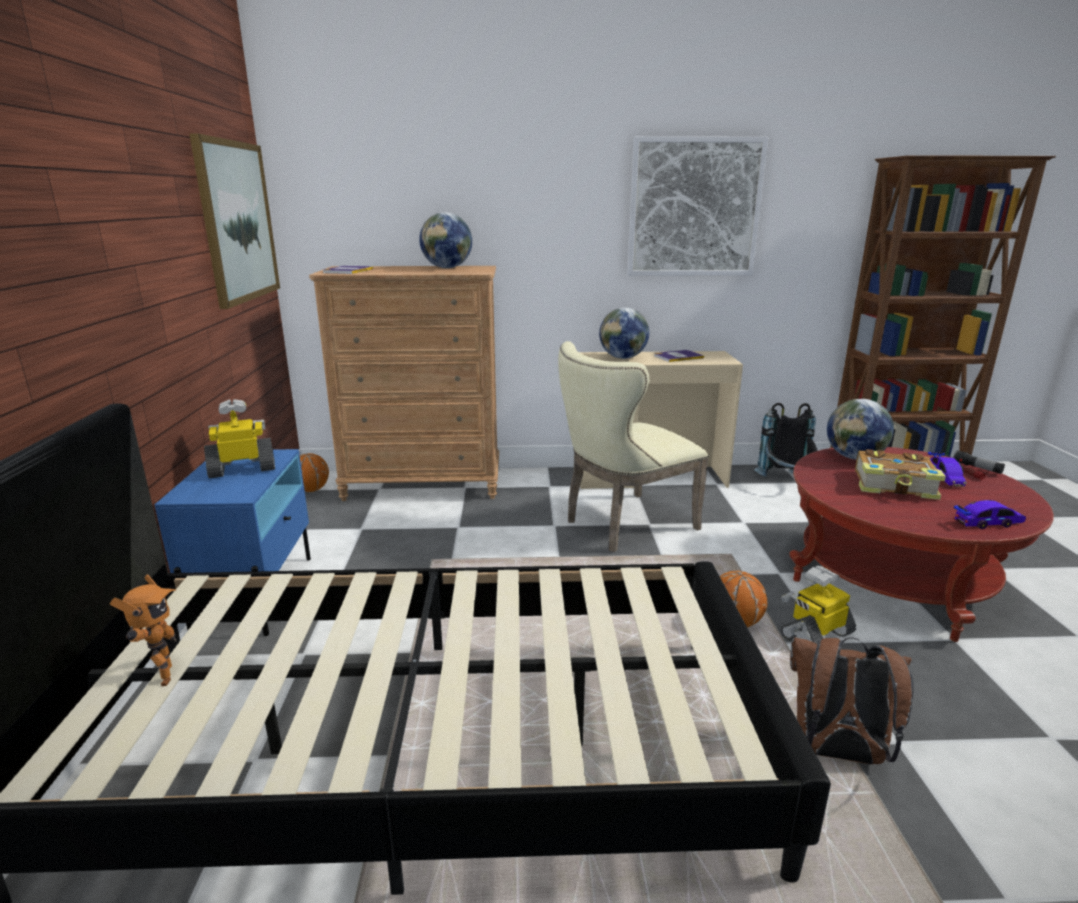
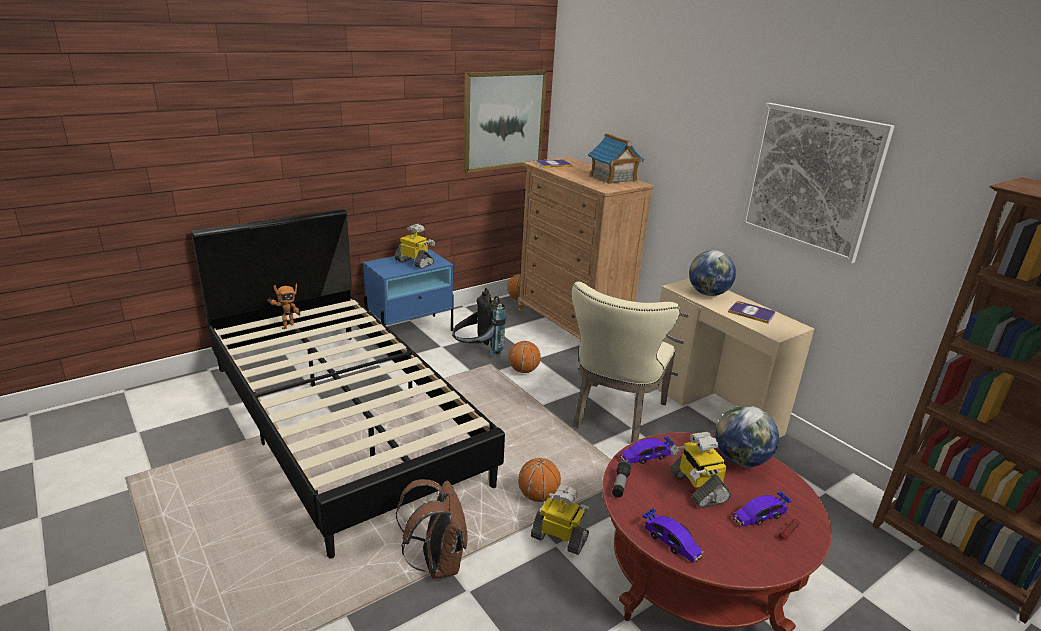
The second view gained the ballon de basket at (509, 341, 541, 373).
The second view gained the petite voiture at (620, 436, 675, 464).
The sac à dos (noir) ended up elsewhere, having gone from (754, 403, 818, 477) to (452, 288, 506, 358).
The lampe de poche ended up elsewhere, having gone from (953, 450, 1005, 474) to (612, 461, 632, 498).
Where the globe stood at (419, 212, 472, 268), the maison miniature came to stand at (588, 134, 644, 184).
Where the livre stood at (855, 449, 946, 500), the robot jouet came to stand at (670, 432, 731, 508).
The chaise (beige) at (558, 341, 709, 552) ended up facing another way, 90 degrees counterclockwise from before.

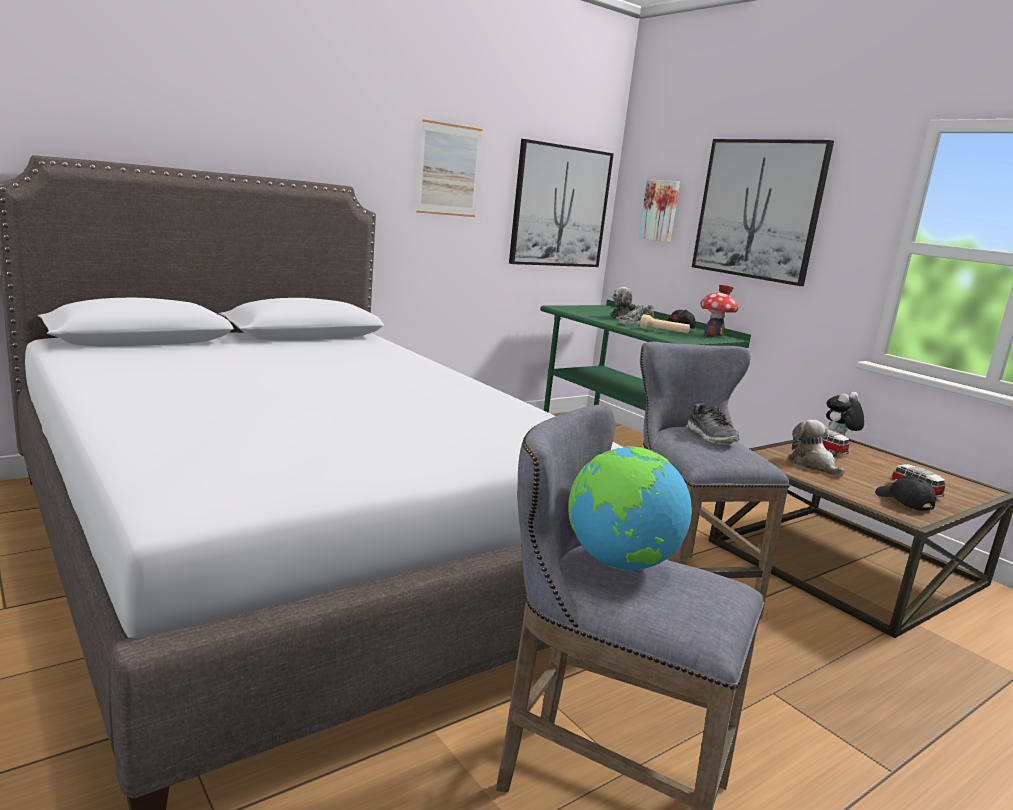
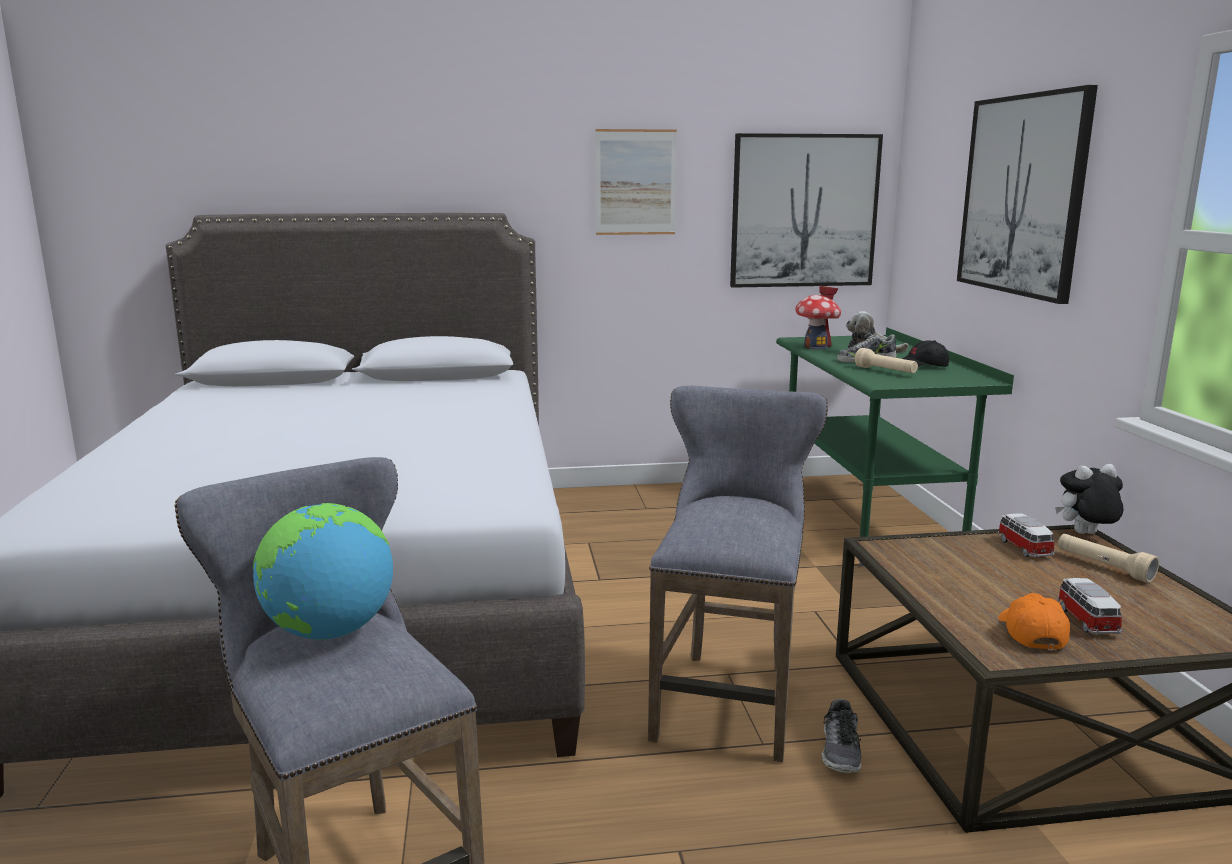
The second view lost the tableau at (639, 179, 680, 242).
The second view lost the peluche at (788, 420, 845, 477).
The second view gained the lampe de poche (beige) at (1058, 534, 1159, 583).
The chaussure ended up elsewhere, having gone from (686, 403, 740, 445) to (821, 699, 862, 773).
The maison miniature ended up elsewhere, having gone from (701, 285, 739, 338) to (795, 285, 841, 350).
What was the casquette (noir) at (875, 476, 936, 511) turned into the casquette (orange) at (998, 593, 1070, 650).

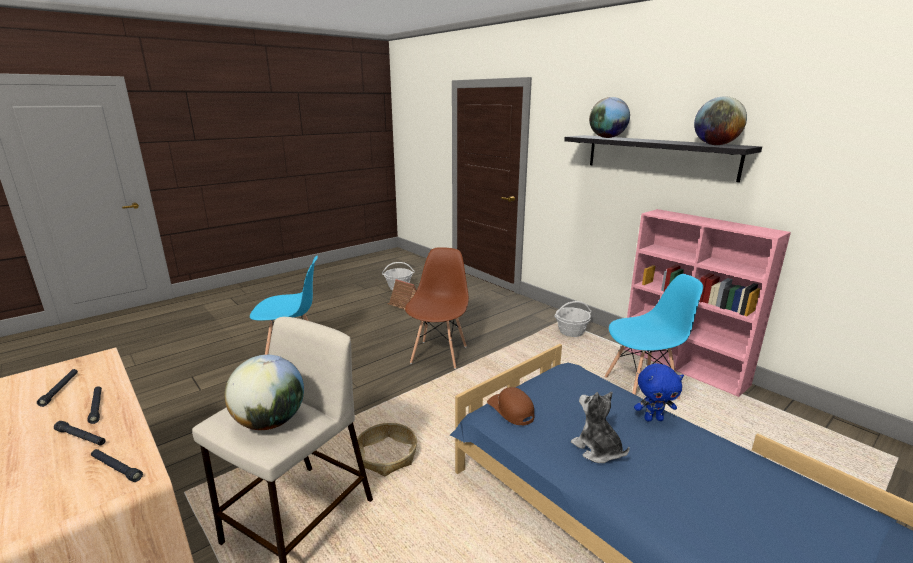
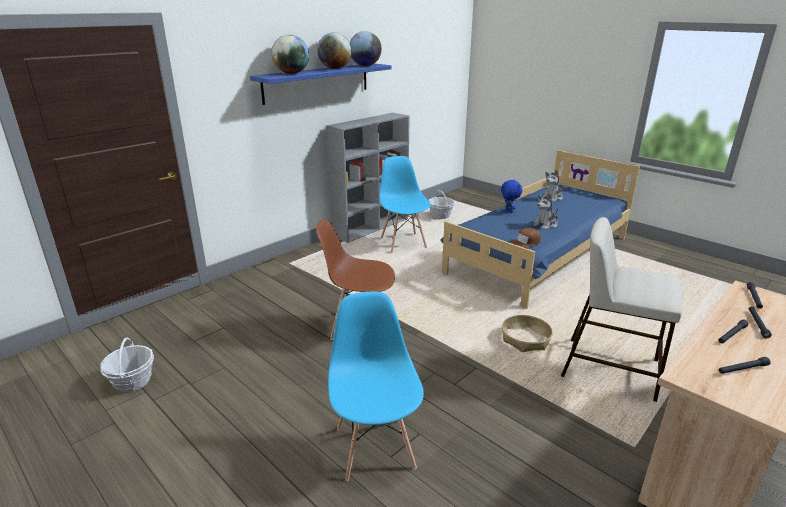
The second view lost the maison miniature at (387, 279, 417, 310).
The second view gained the peluche at (543, 170, 563, 202).
The globe ended up elsewhere, having gone from (225, 355, 304, 430) to (317, 32, 352, 69).
The panier ended up elsewhere, having gone from (555, 301, 591, 337) to (428, 190, 455, 219).
What was the étagère (noir) at (564, 135, 762, 182) turned into the étagère (bleu) at (250, 63, 392, 105).
What was the bibliothèque (rose) at (624, 209, 791, 397) turned into the bibliothèque (gris) at (327, 113, 410, 243).

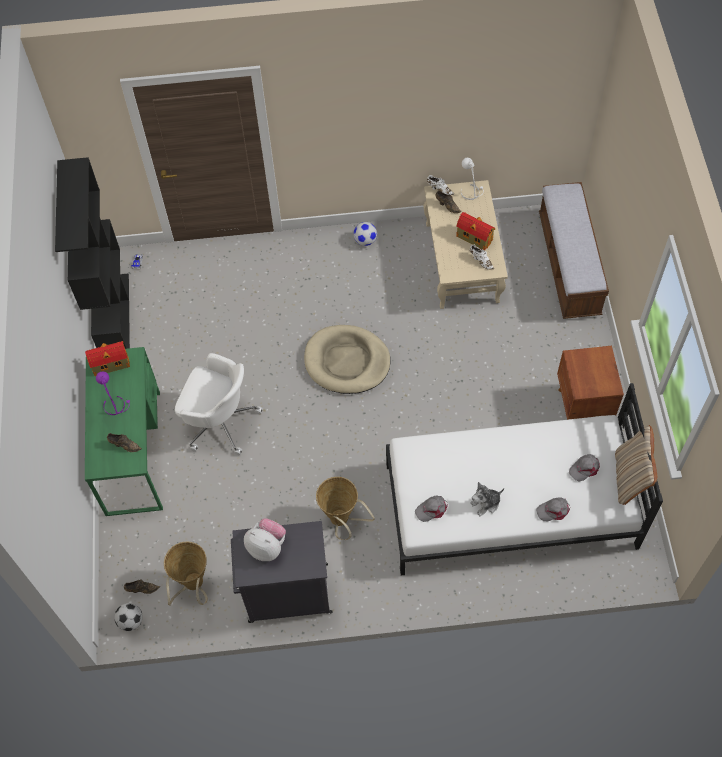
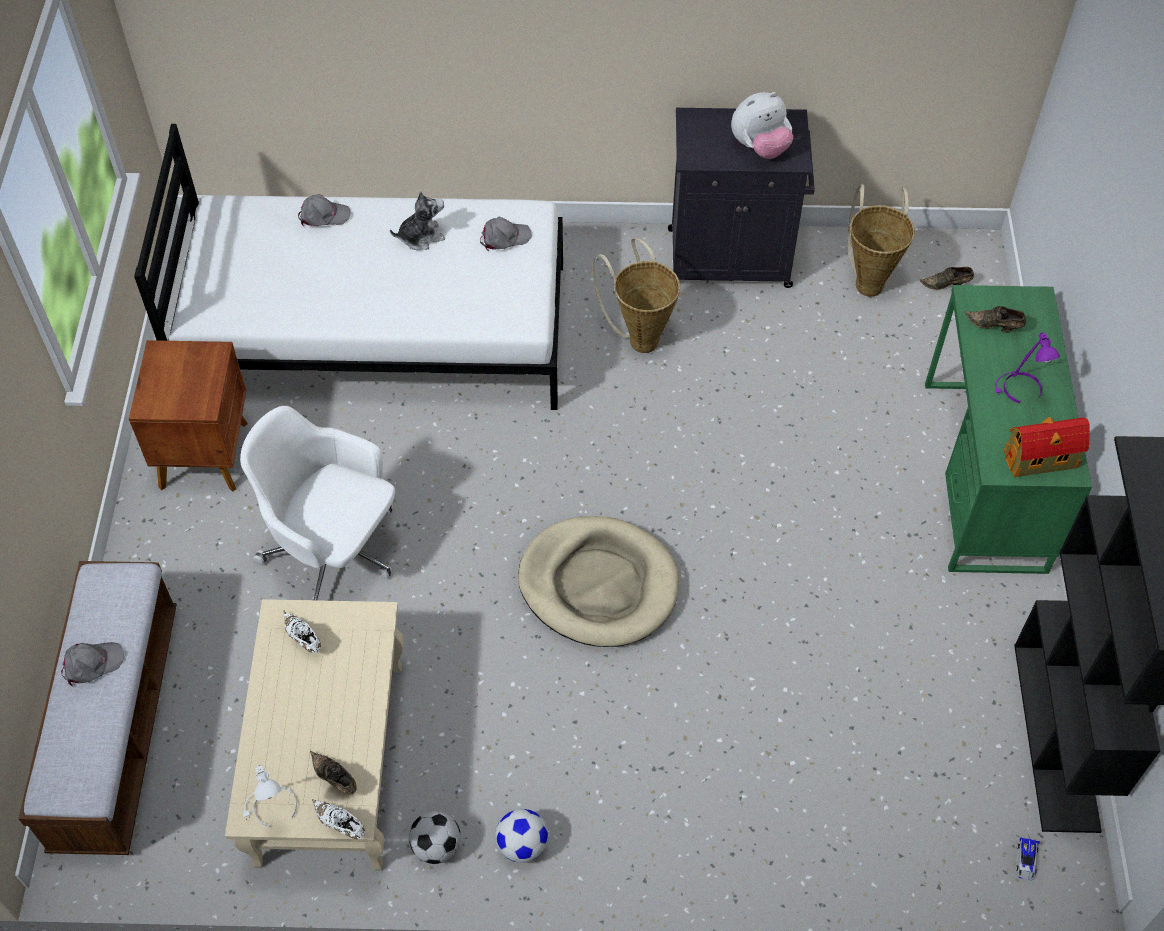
The second view lost the maison miniature at (456, 212, 495, 250).
The second view lost the coussin (beige) at (615, 425, 657, 505).
The ballon de foot ended up elsewhere, having gone from (114, 603, 143, 631) to (409, 811, 461, 864).
The chaise de bureau (blanc) ended up elsewhere, having gone from (175, 353, 263, 455) to (240, 406, 395, 600).
The casquette (gris) ended up elsewhere, having gone from (569, 454, 600, 482) to (61, 642, 124, 686).
The peluche at (244, 518, 286, 561) ended up facing another way, 60 degrees counterclockwise from before.

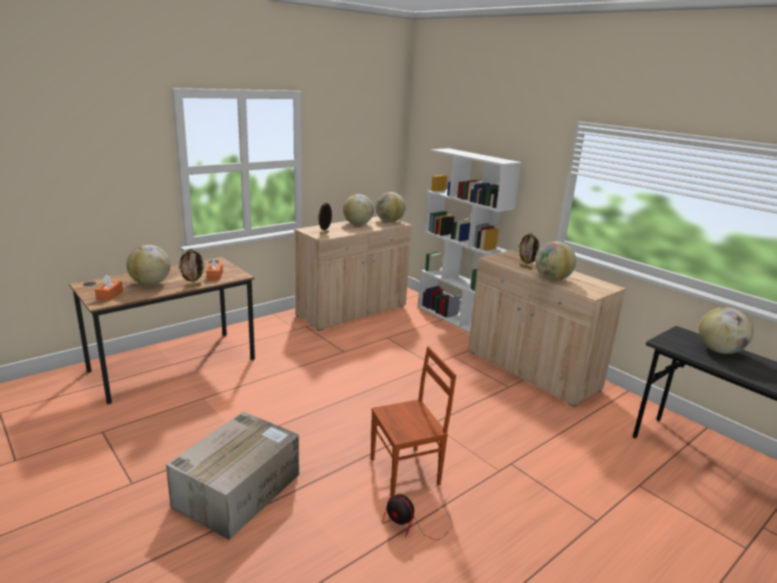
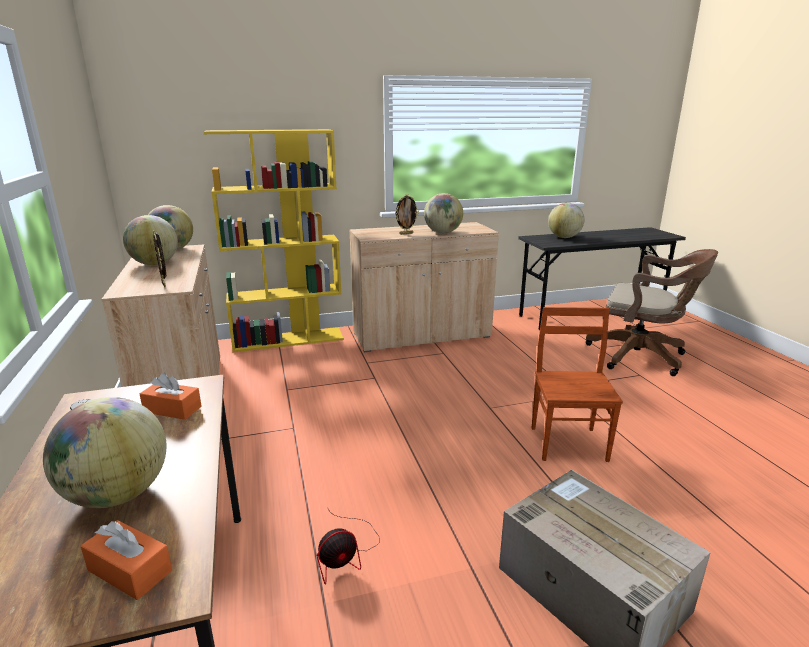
The second view lost the cadre photo at (178, 248, 205, 288).
The second view gained the chaise de bureau (marron) at (586, 249, 718, 376).
The ventilateur ended up elsewhere, having gone from (382, 494, 452, 540) to (317, 507, 380, 585).
What was the bibliothèque (blanc) at (418, 148, 522, 333) turned into the bibliothèque (jaune) at (204, 129, 344, 352).

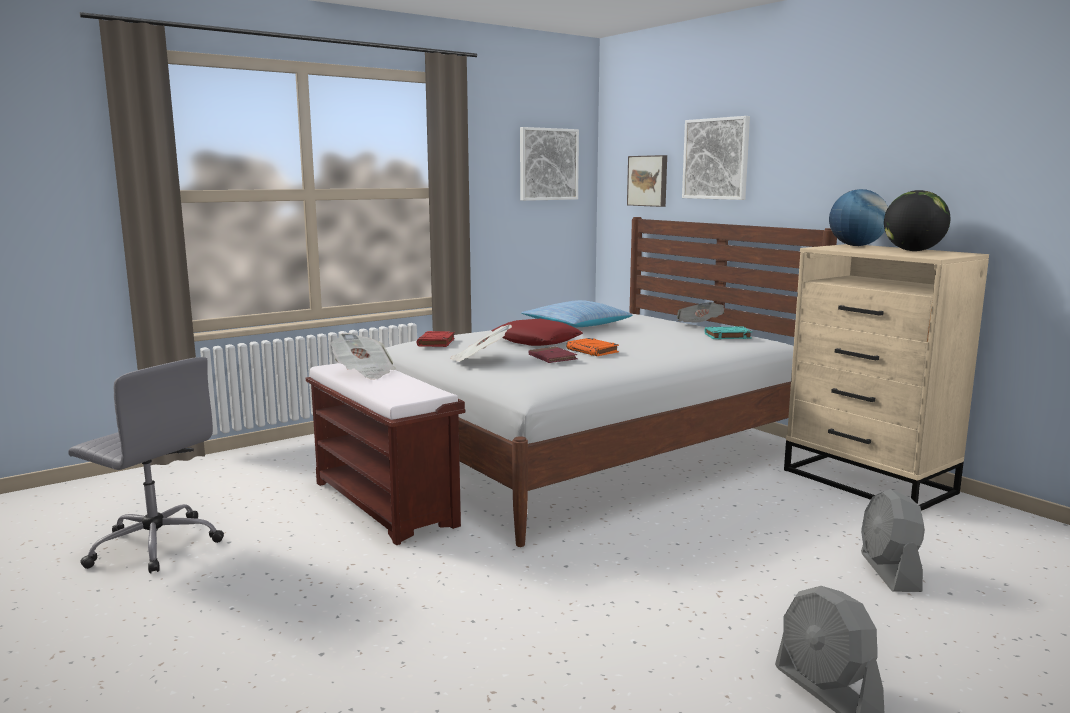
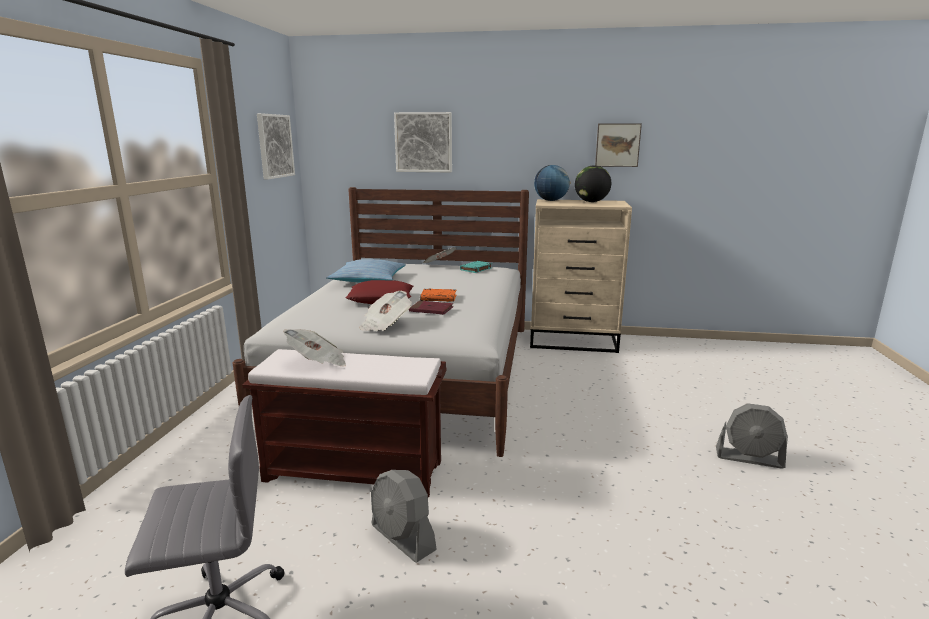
The second view lost the livre (rouge) at (416, 331, 455, 347).
The tableau ended up elsewhere, having gone from (627, 155, 667, 207) to (595, 123, 642, 167).
The ventilateur (gris) ended up elsewhere, having gone from (861, 489, 925, 592) to (371, 470, 437, 563).

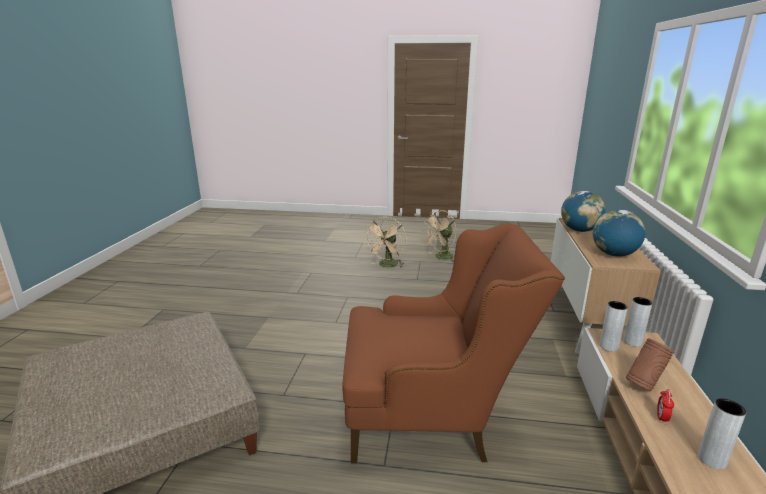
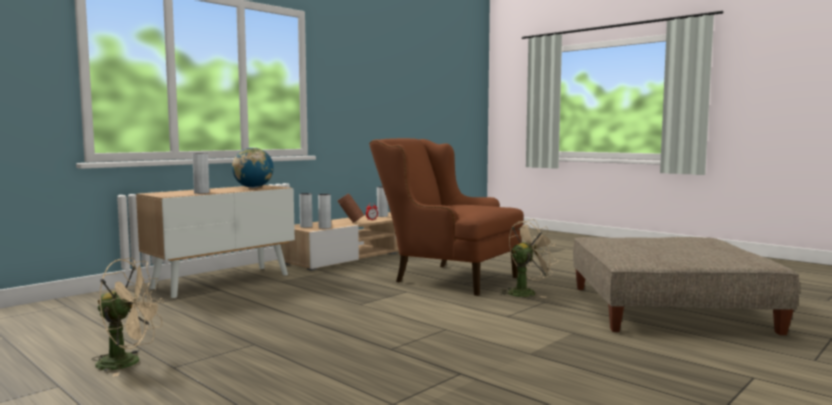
The ventilateur (beige) ended up elsewhere, having gone from (364, 217, 406, 268) to (499, 219, 559, 298).
Where the globe stood at (561, 191, 606, 232), the vase (gris) came to stand at (192, 153, 209, 194).

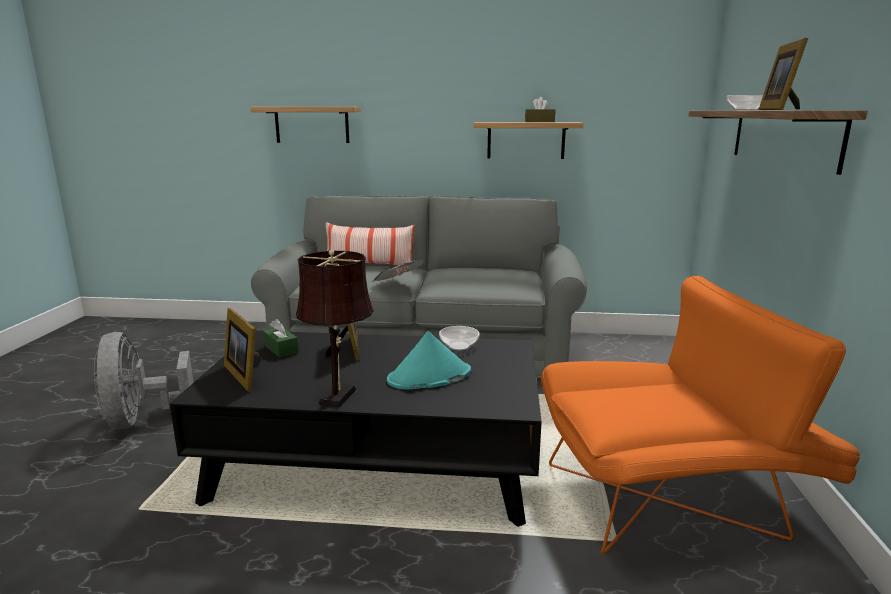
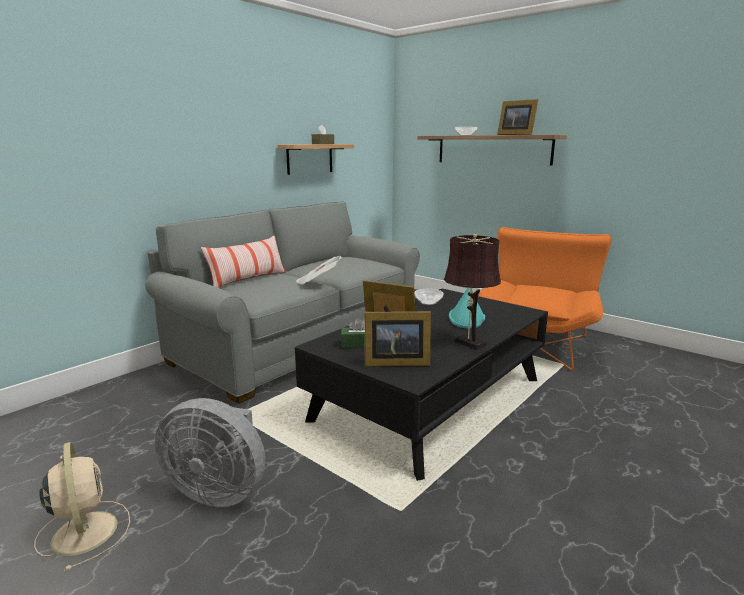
The second view lost the étagère at (250, 107, 361, 143).
The second view gained the ventilateur (beige) at (34, 442, 130, 571).

